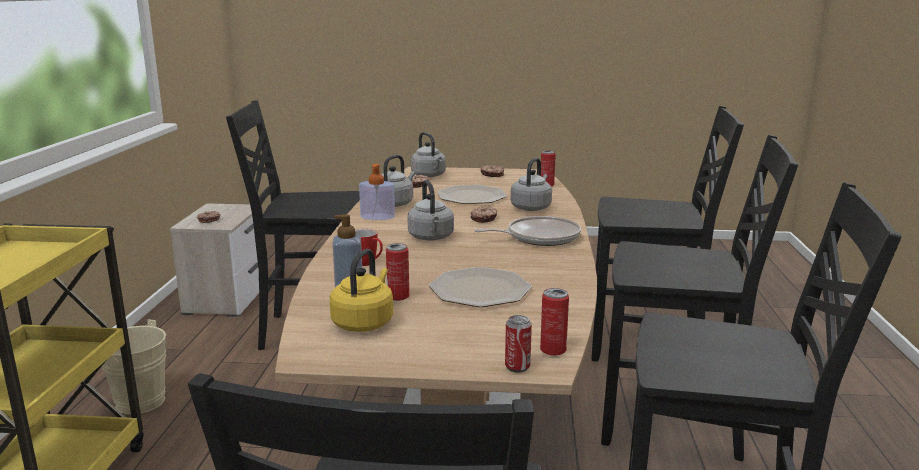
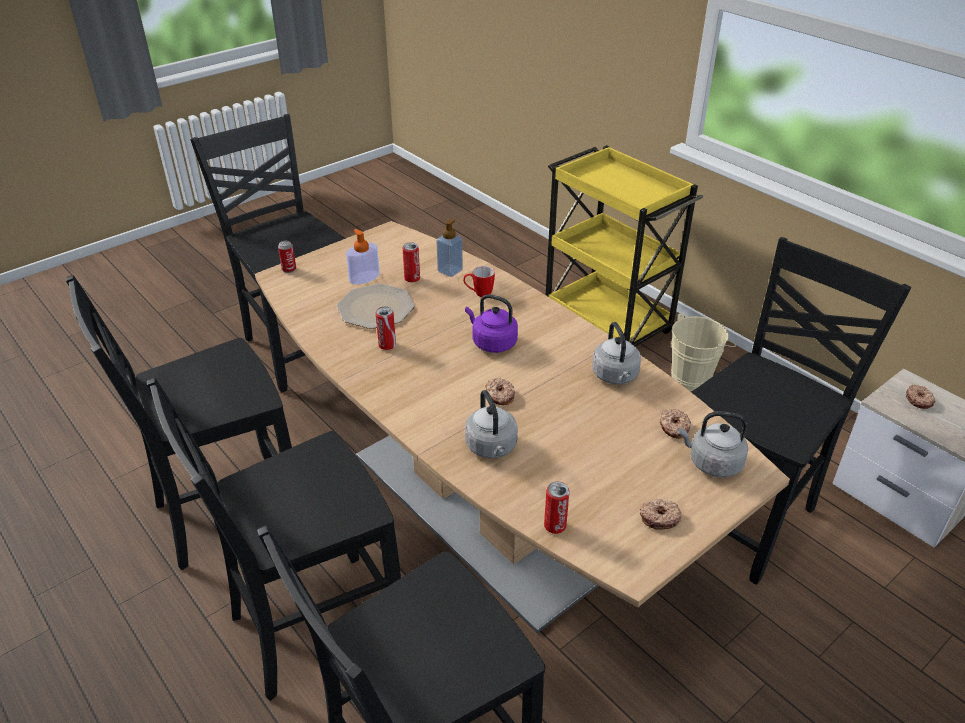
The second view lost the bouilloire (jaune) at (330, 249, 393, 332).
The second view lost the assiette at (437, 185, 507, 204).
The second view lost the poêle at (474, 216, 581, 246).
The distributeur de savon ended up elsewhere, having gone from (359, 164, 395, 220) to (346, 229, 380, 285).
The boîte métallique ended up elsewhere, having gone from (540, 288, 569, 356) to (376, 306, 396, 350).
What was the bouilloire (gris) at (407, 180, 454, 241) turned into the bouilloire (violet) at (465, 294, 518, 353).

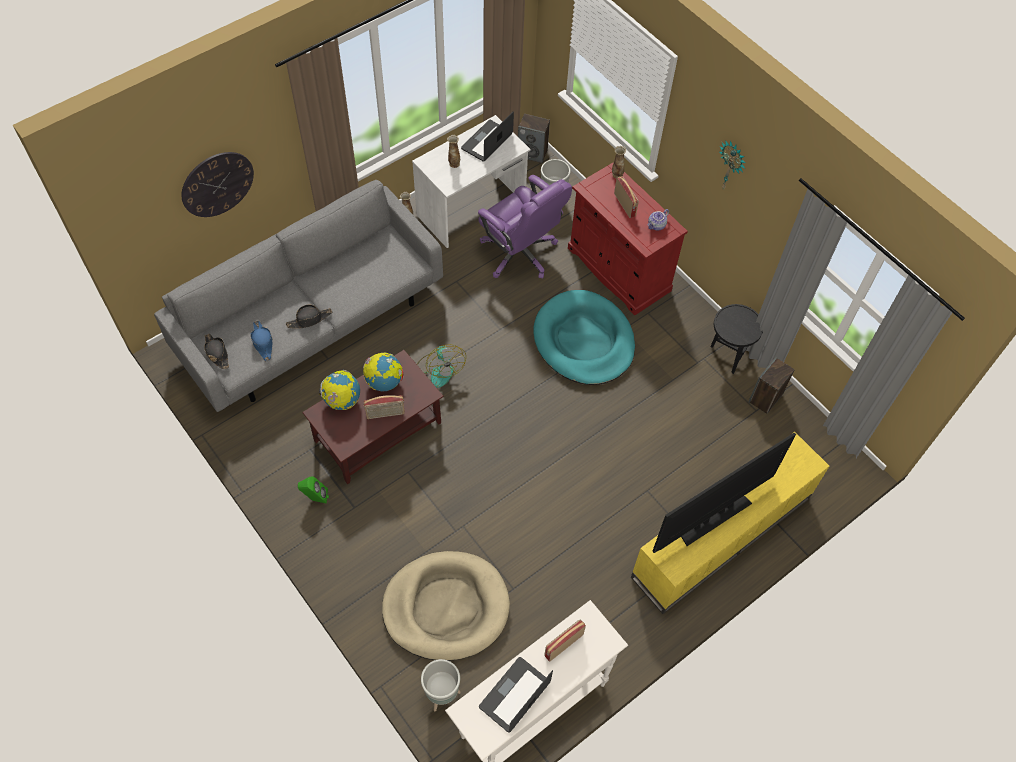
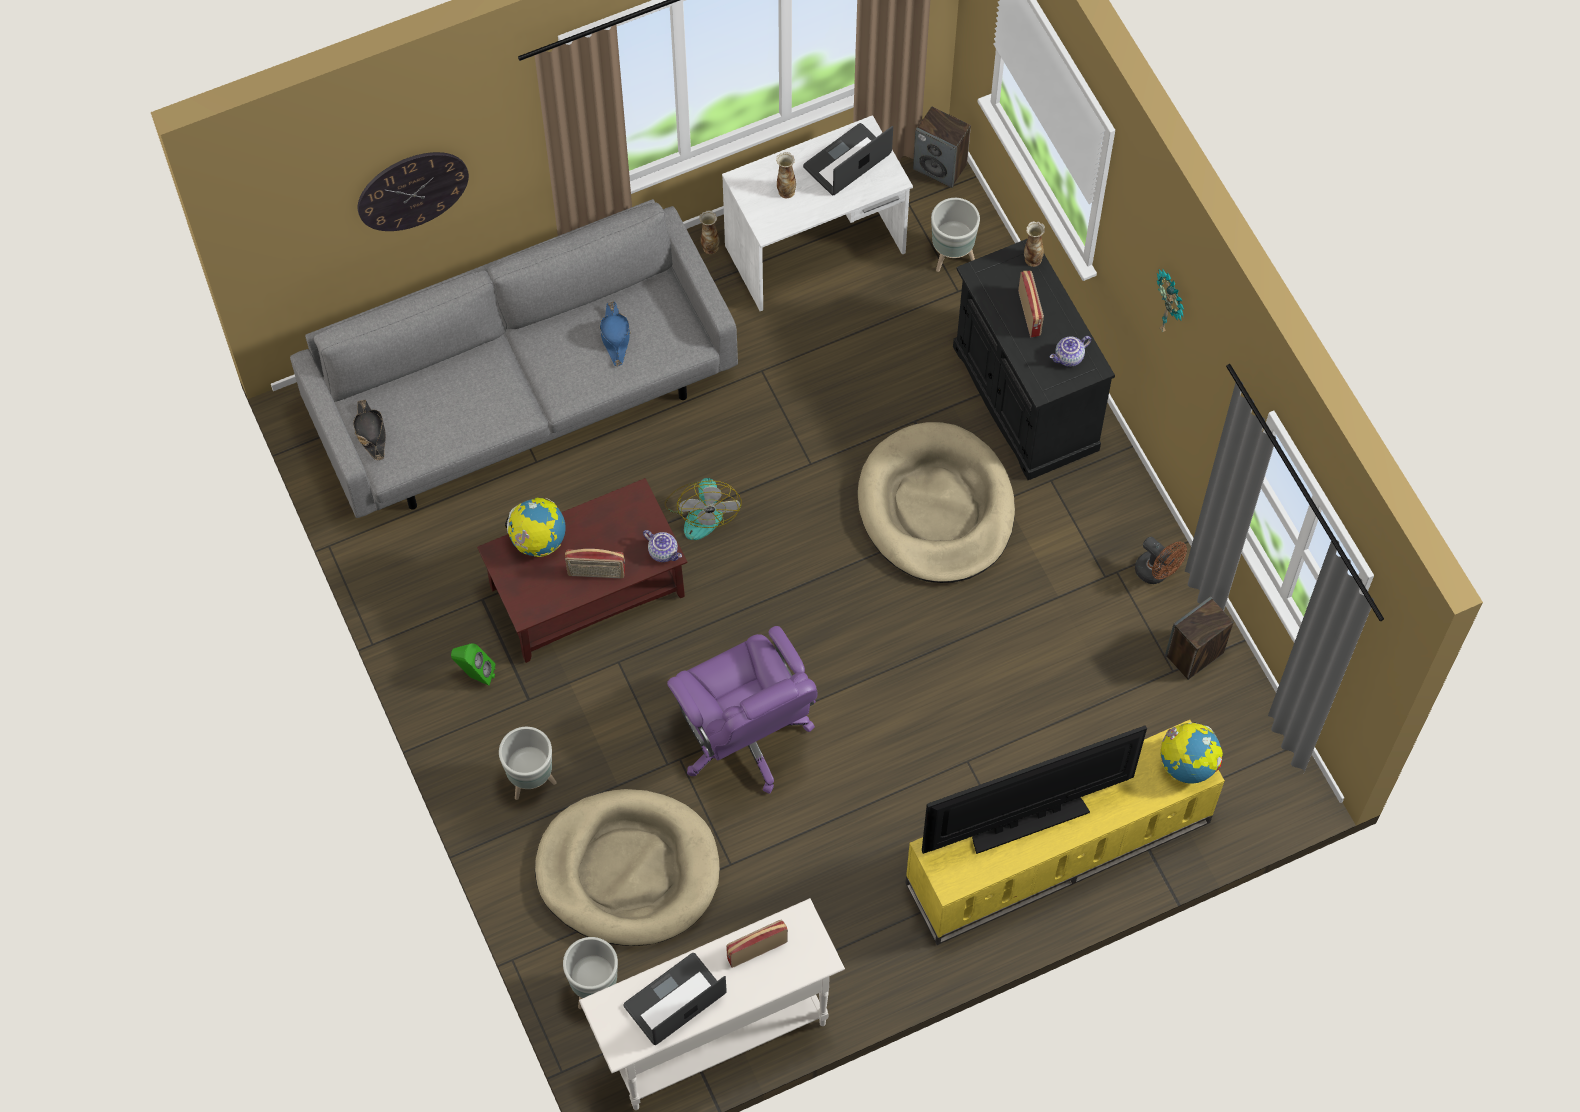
The second view lost the chapeau (noir) at (286, 304, 332, 329).
The second view gained the cache-pot (gris) at (499, 727, 557, 800).
The second view gained the théière at (643, 530, 682, 562).
The chapeau (bleu) ended up elsewhere, having gone from (250, 321, 273, 361) to (600, 301, 630, 366).
The globe ended up elsewhere, having gone from (363, 352, 403, 391) to (1160, 722, 1223, 784).
The chaise de bureau (violet) ended up elsewhere, having gone from (478, 175, 572, 279) to (667, 626, 818, 794).
Where the table d'appoint (noir) stood at (710, 304, 763, 374), the ventilateur (marron) came to stand at (1135, 537, 1187, 584).
What was the panier pour chien (turquoise) at (533, 290, 635, 385) turned into the panier pour chien (beige) at (858, 422, 1015, 583).
What was the meuble de rangement (rouge) at (568, 162, 688, 316) turned into the meuble de rangement (noir) at (953, 238, 1115, 480).

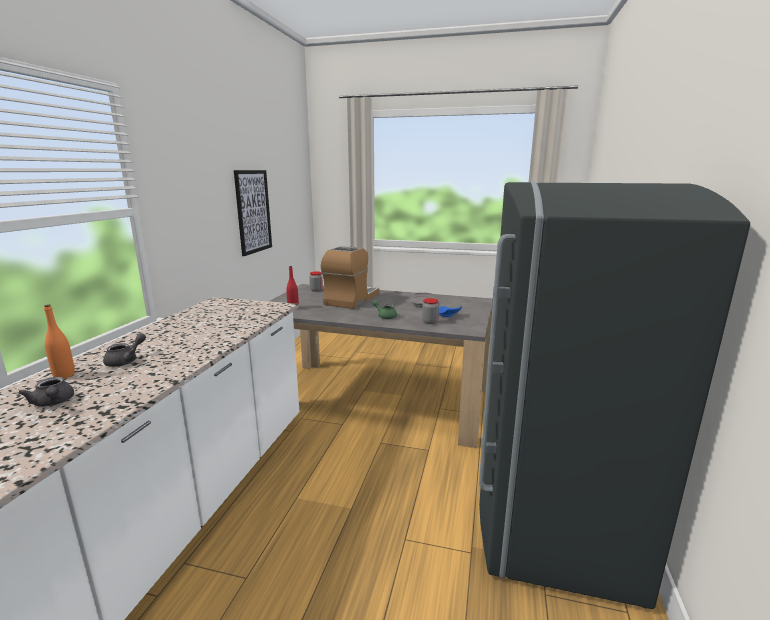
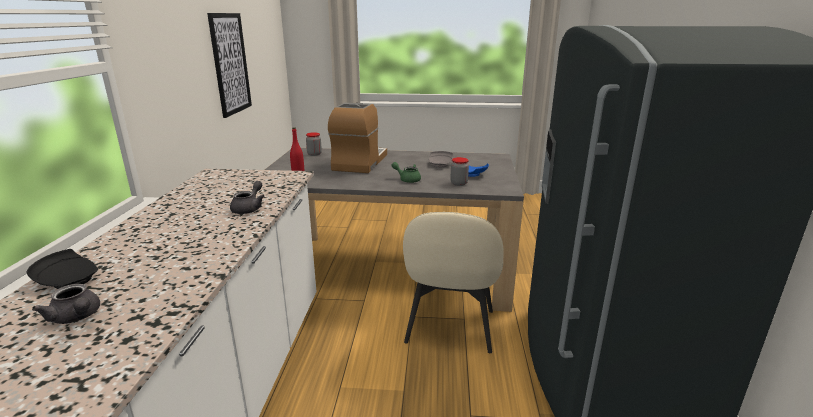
The second view gained the chaise (beige) at (403, 212, 504, 353).
The théière (gris) ended up elsewhere, having gone from (103, 333, 146, 367) to (230, 181, 264, 214).
Where the bouteille (orange) stood at (44, 304, 75, 379), the assiette (noir) came to stand at (26, 249, 98, 289).

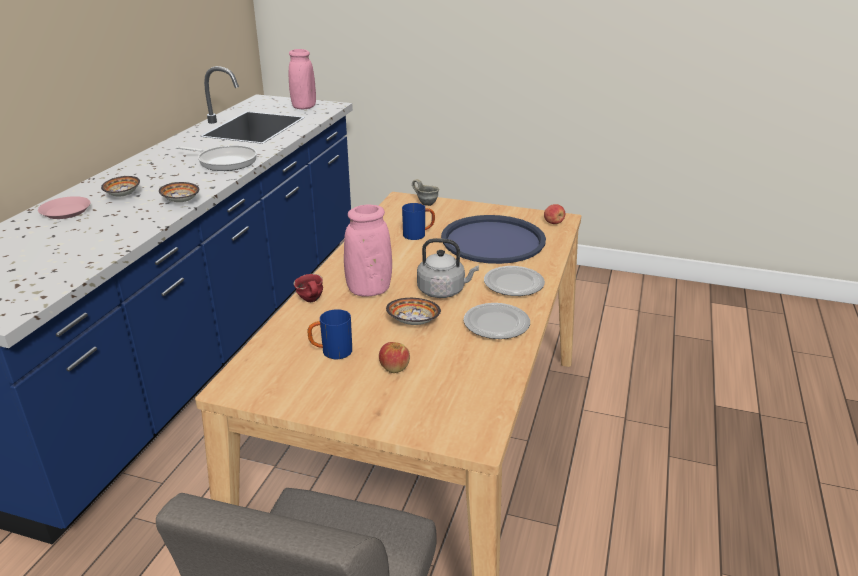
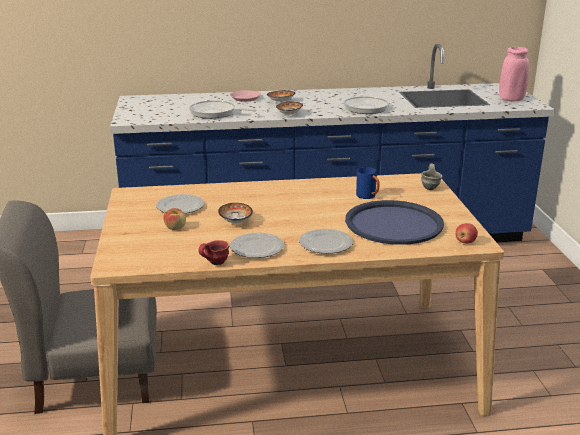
The second view lost the vase (rose) at (344, 205, 392, 296).
The second view lost the bouilloire (gris) at (417, 238, 479, 298).
The second view gained the poêle at (189, 100, 256, 119).
The mug (rouge) ended up elsewhere, having gone from (294, 274, 323, 302) to (198, 240, 230, 265).
Where the mug (bleu) stood at (308, 309, 352, 359), the assiette came to stand at (156, 194, 205, 214).

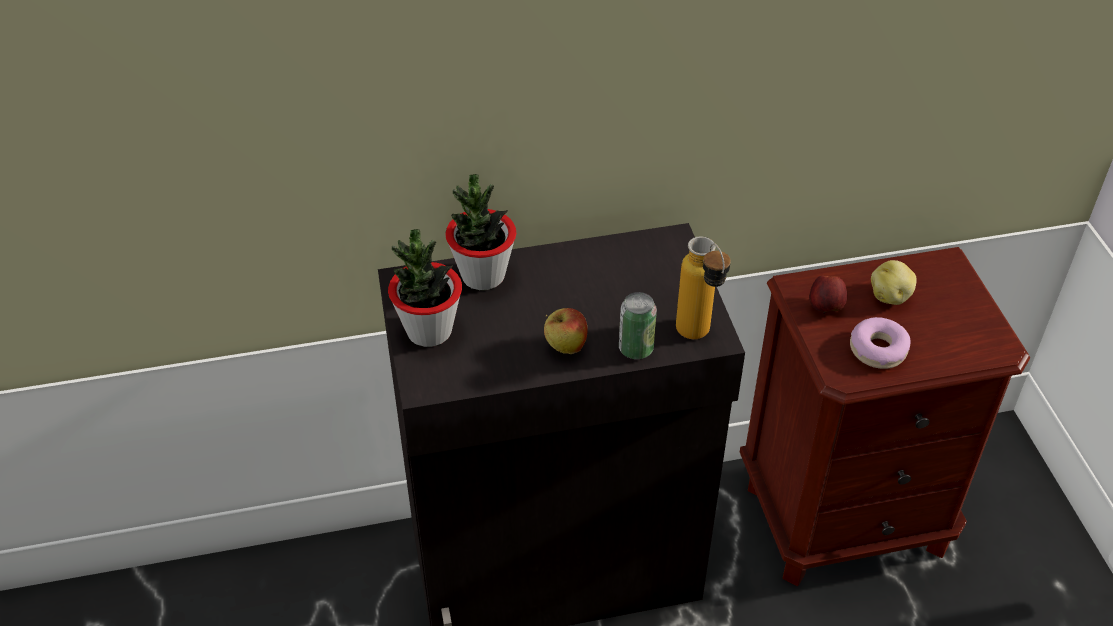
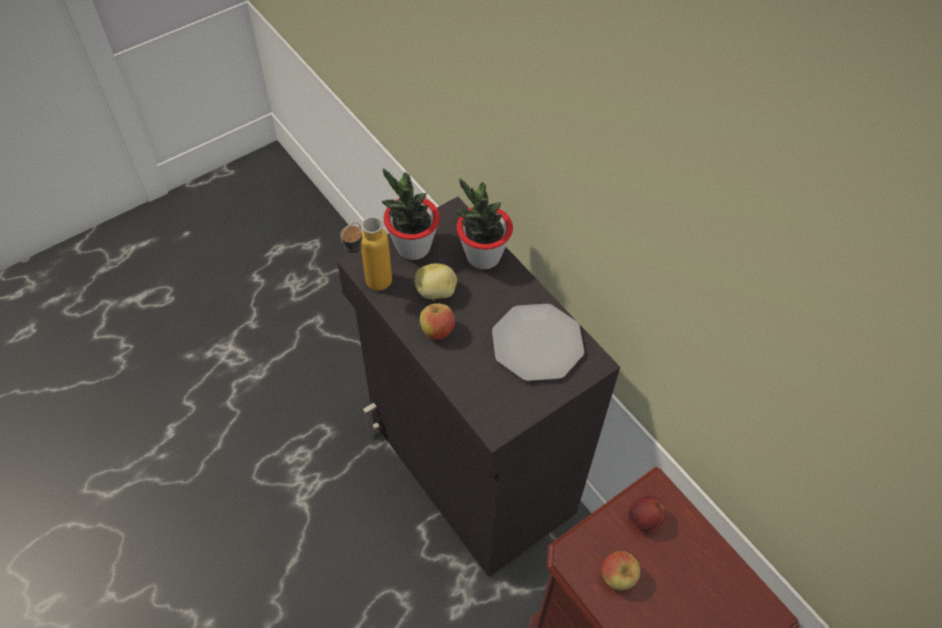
The second view lost the boîte métallique at (619, 292, 657, 359).
The second view gained the assiette at (492, 304, 584, 381).
The bouteille ended up elsewhere, having gone from (676, 236, 731, 339) to (340, 216, 392, 291).
The pomme de terre ended up elsewhere, having gone from (871, 260, 917, 305) to (415, 263, 457, 299).
Where the beignet stood at (850, 317, 911, 369), the pomme came to stand at (601, 551, 640, 590).

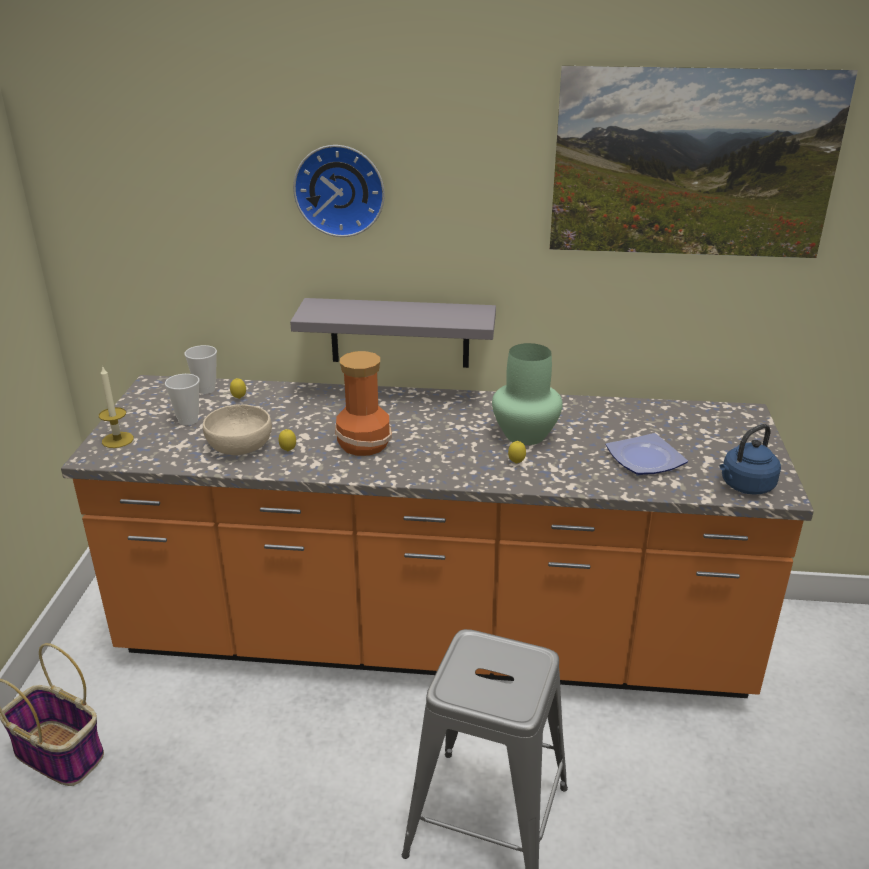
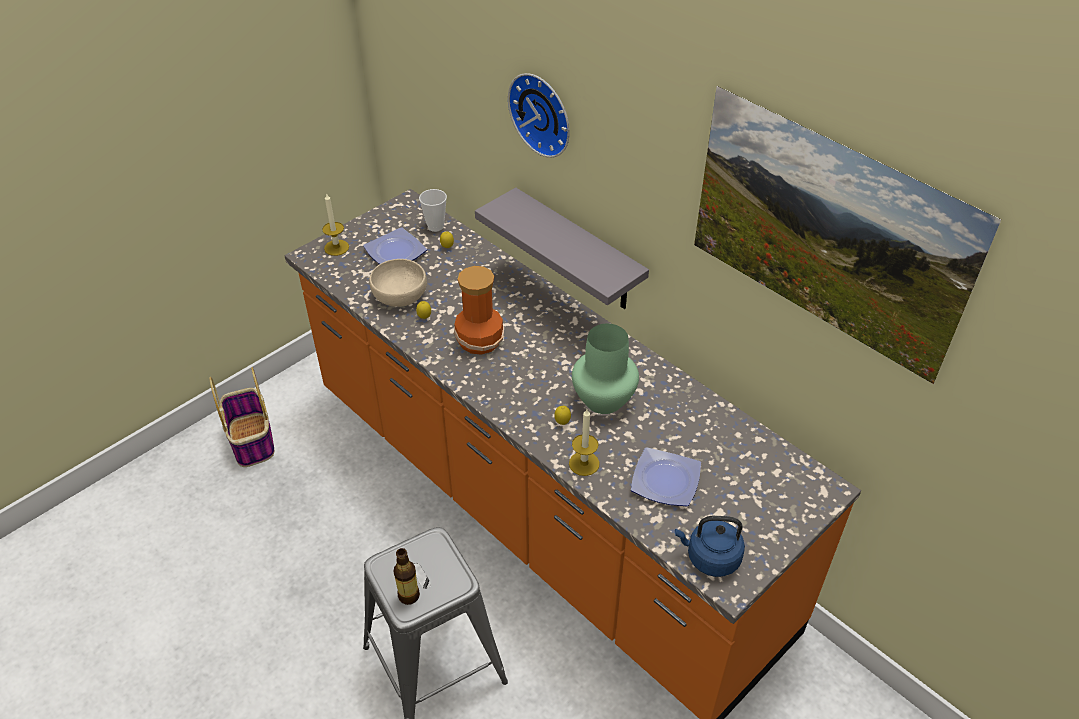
The second view gained the bouteille at (393, 548, 420, 605).
The second view gained the bougie at (569, 409, 600, 476).
Where the tasse stood at (165, 374, 199, 425), the assiette came to stand at (363, 227, 427, 264).

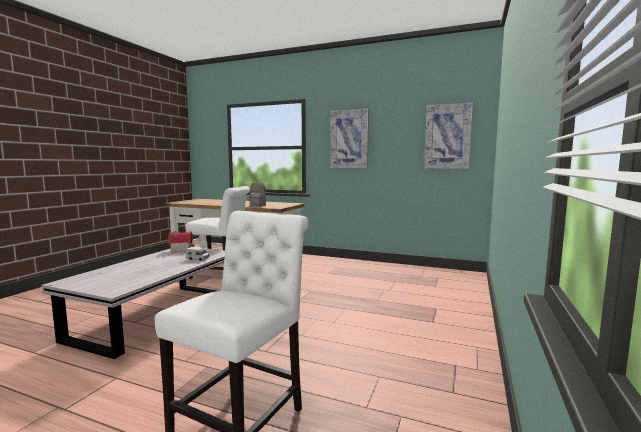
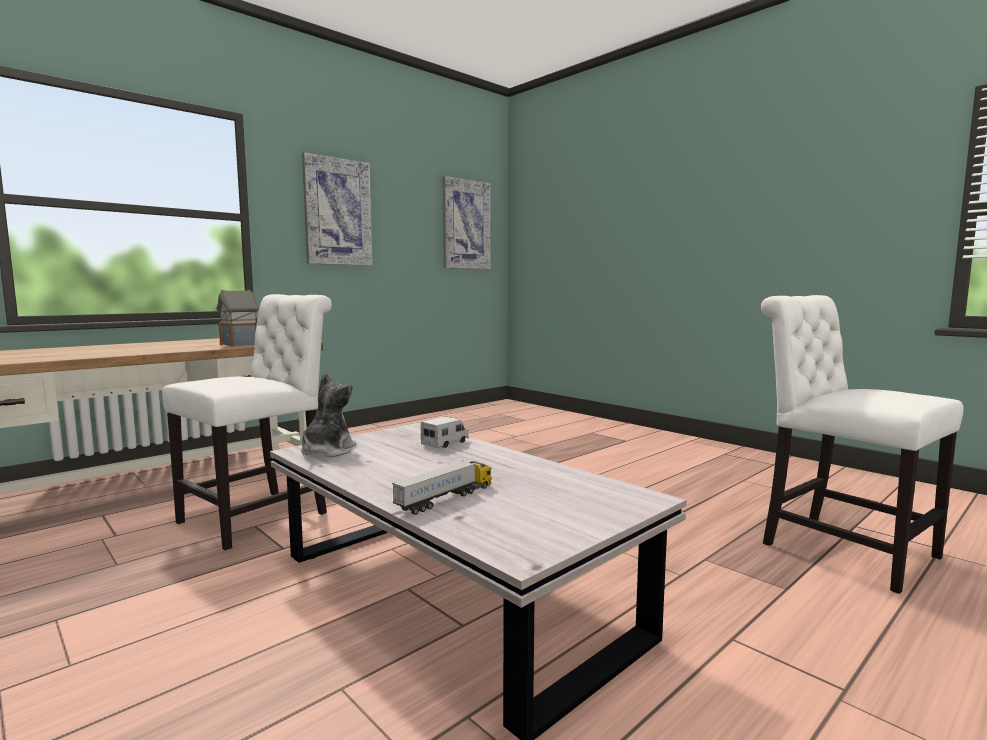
The second view gained the camion jouet at (392, 461, 492, 515).
Where the maison miniature stood at (168, 231, 194, 253), the peluche came to stand at (301, 373, 356, 457).

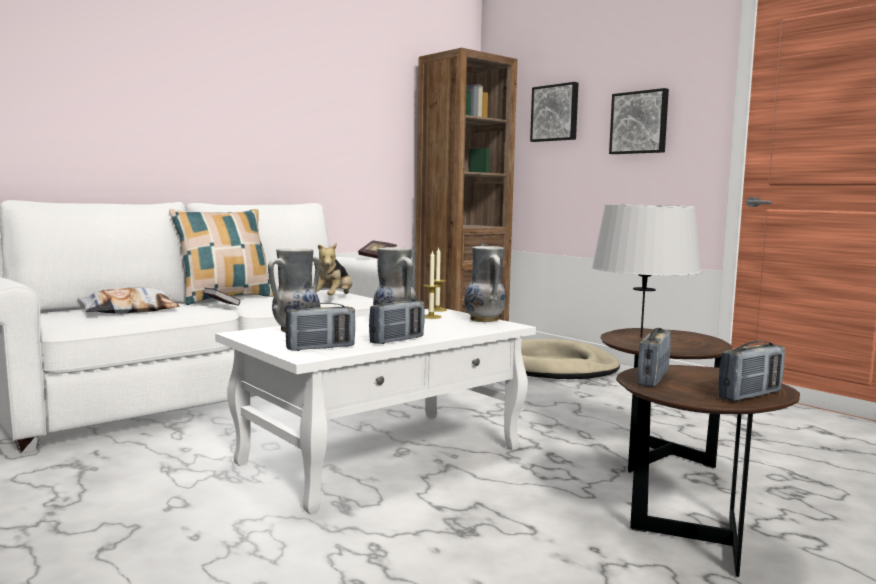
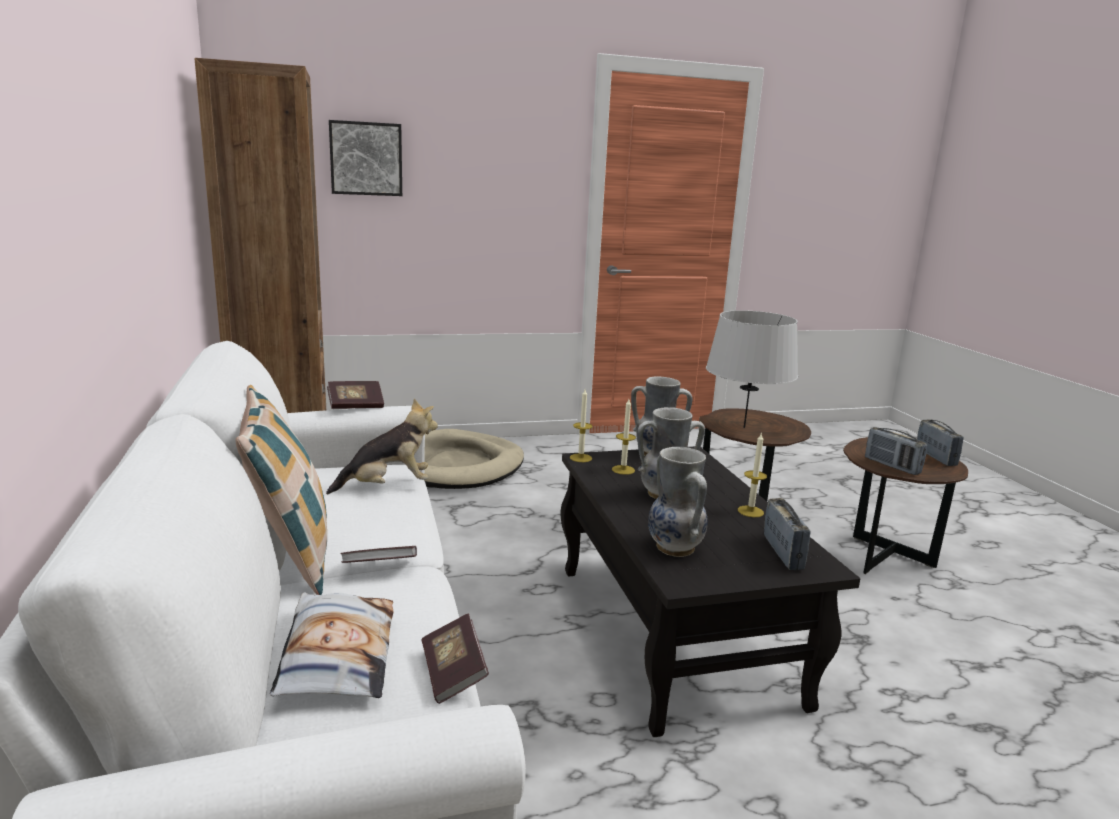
The second view lost the tableau at (609, 88, 669, 154).
The second view gained the livre at (421, 614, 489, 704).
Where the radio stood at (369, 297, 425, 344), the bougie came to stand at (738, 434, 767, 517).
What was the table basse (blanc) at (215, 309, 536, 514) turned into the table basse (noir) at (561, 447, 860, 737).
The peluche at (316, 243, 352, 295) ended up facing another way, 60 degrees counterclockwise from before.

